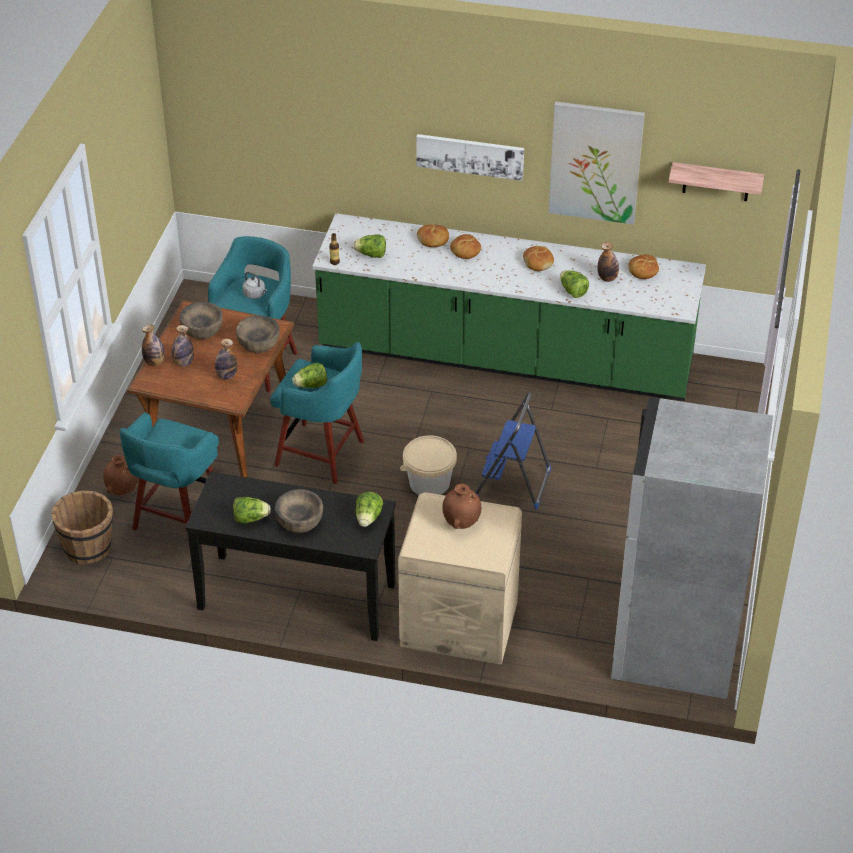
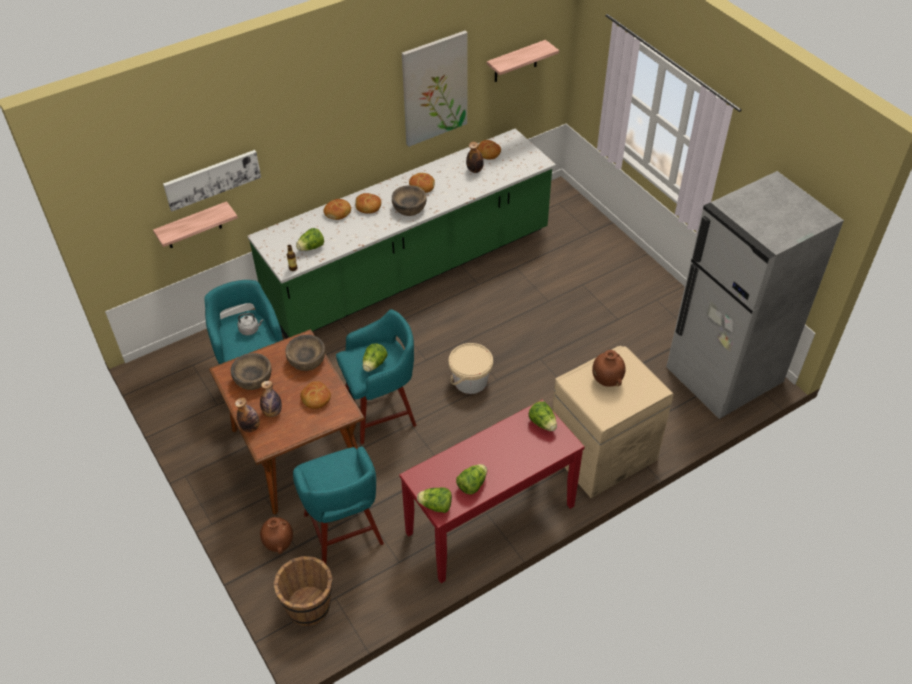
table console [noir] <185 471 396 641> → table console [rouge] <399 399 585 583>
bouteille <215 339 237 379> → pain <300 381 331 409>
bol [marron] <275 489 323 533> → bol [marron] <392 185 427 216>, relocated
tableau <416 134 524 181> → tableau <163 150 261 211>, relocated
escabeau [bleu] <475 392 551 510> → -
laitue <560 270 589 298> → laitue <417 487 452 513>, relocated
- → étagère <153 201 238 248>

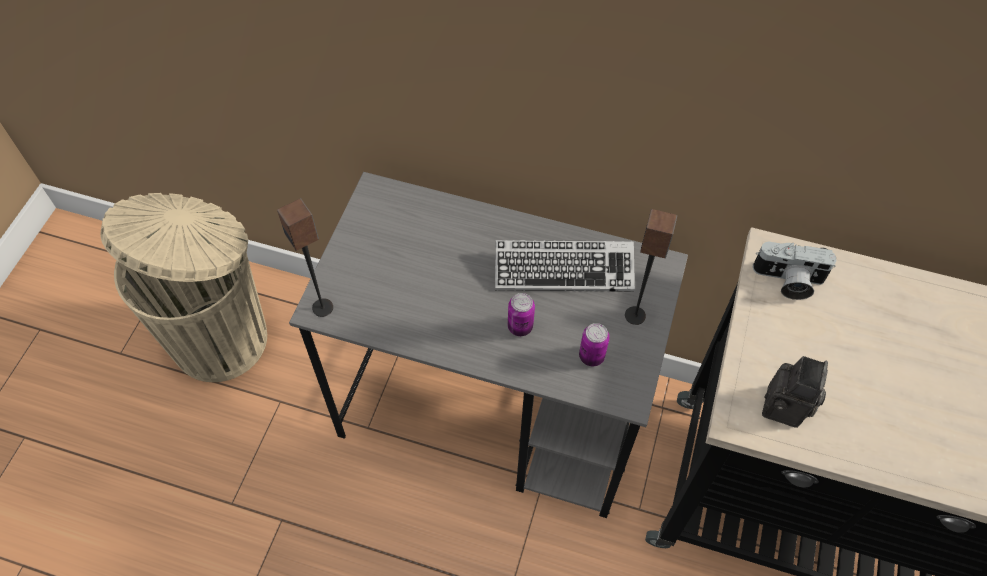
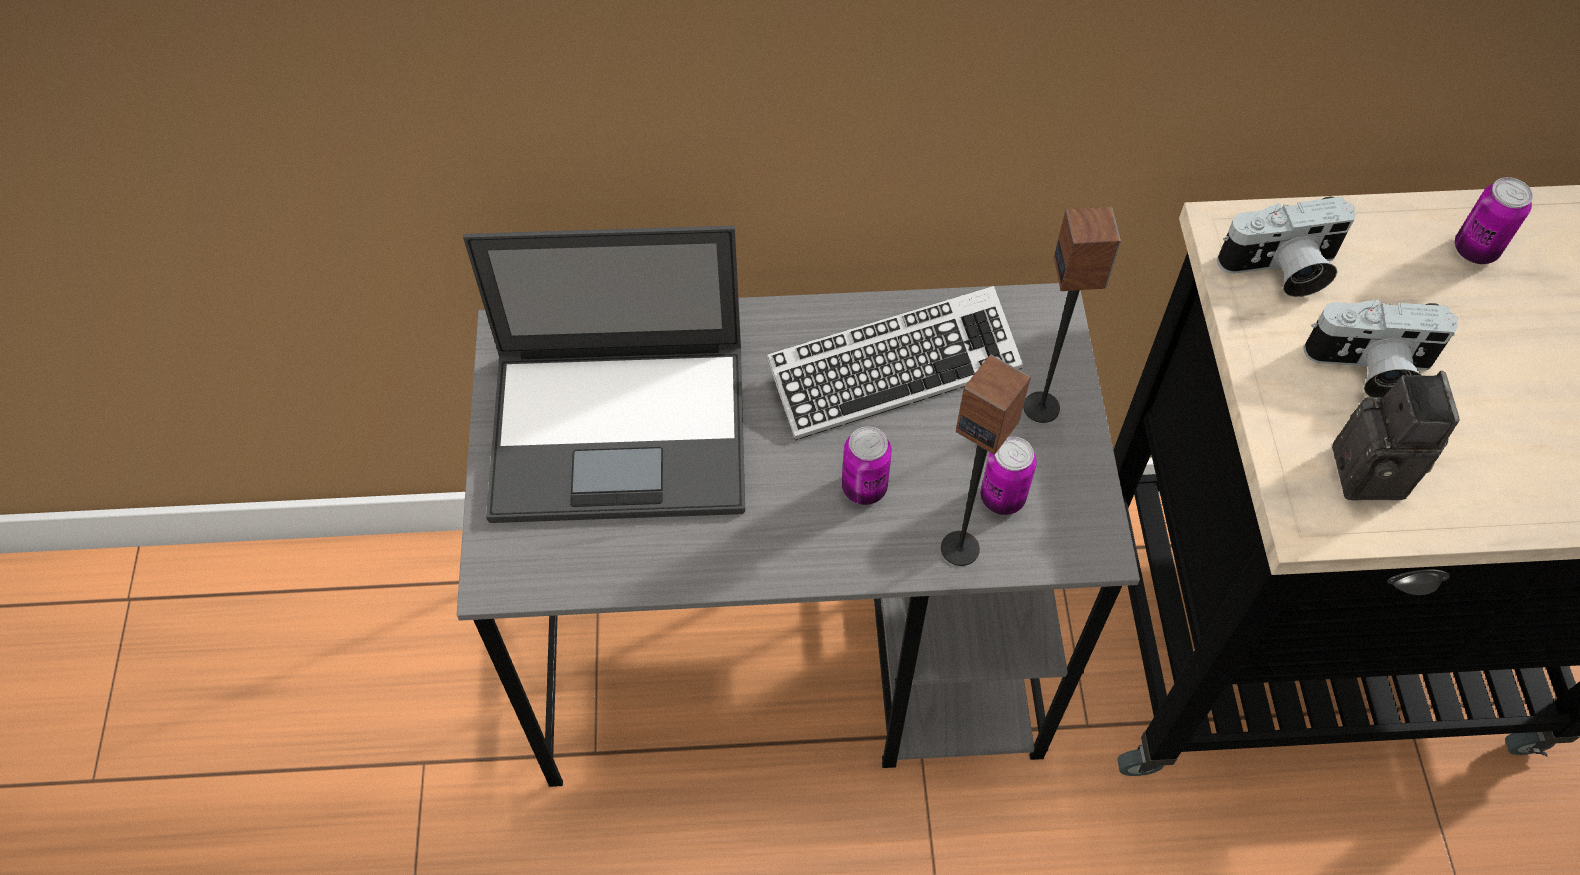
poubelle [beige] <100 193 267 382> → -
enceinte <277 198 333 317> → enceinte <941 355 1031 566>, relocated
- → ordinateur portable <463 226 745 523>
- → appareil photo <1303 300 1458 397>
- → boîte métallique <1455 177 1533 264>

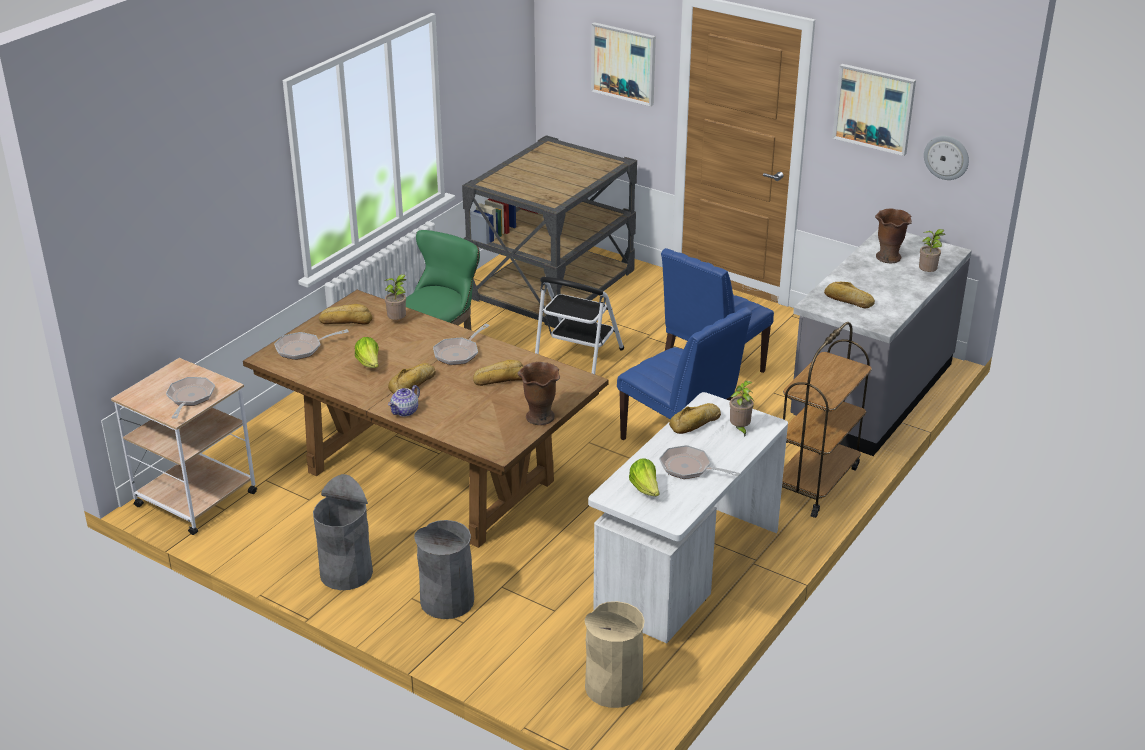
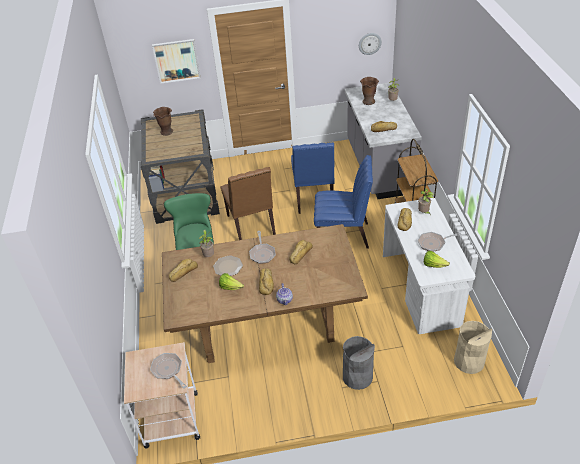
poêle <274 329 349 360> → -
poubelle [gris] <313 474 373 590> → -
vase [marron] <517 362 560 425> → vase [marron] <153 107 173 136>, relocated
escabeau <535 277 624 374> → chaise [marron] <221 167 276 240>
tableau <833 64 916 156> → -
- → assiette <213 255 243 276>

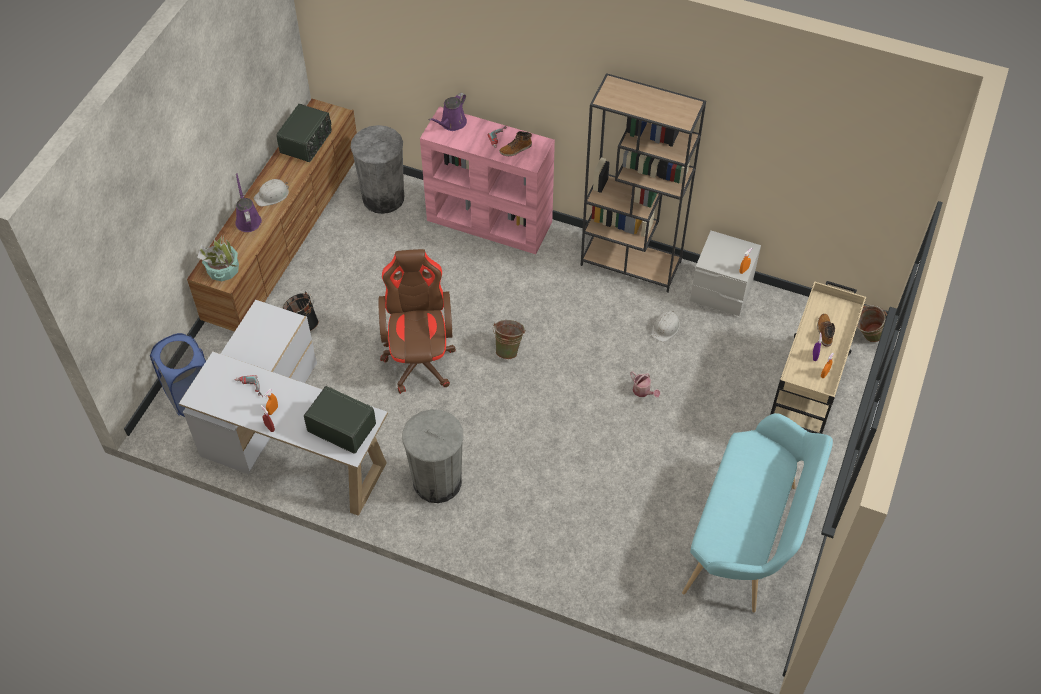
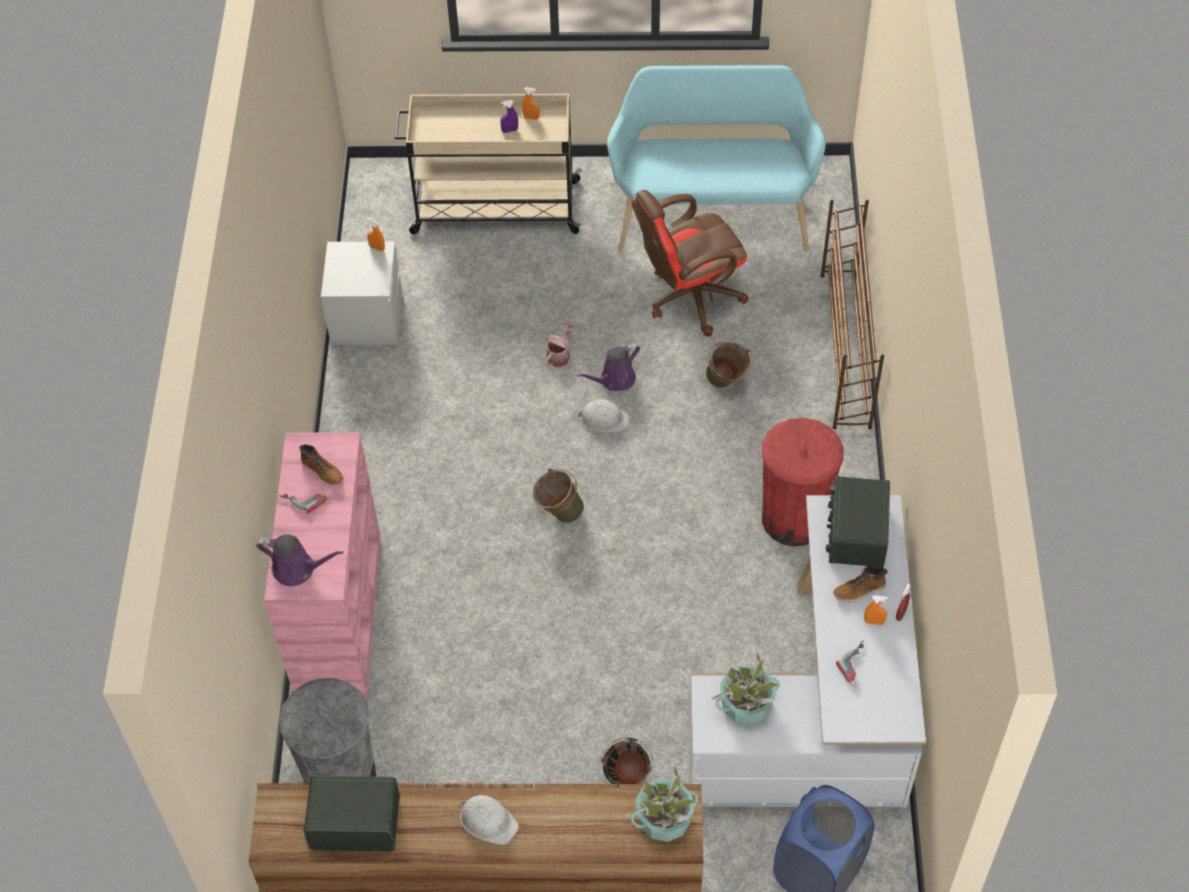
arrosoir [violet] <235 173 262 232> → arrosoir [violet] <577 343 640 391>, relocated
chaise de bureau [marron] <379 249 456 394> → chaise de bureau [marron] <631 190 748 336>, relocated
poubelle [gris] <402 409 464 503> → poubelle [rouge] <762 418 844 547>
bibliothèque <581 73 706 293> → -
casque de chantier [blanc] <651 311 680 342> → casque de chantier [blanc] <577 399 630 432>, relocated
botte <817 314 835 347> → botte <833 565 888 602>, relocated
seau [vert] <857 305 887 342> → seau [vert] <706 340 751 388>, relocated
- → plante en pot <711 650 780 725>
- → étagère à chaussures [marron] <821 200 884 429>

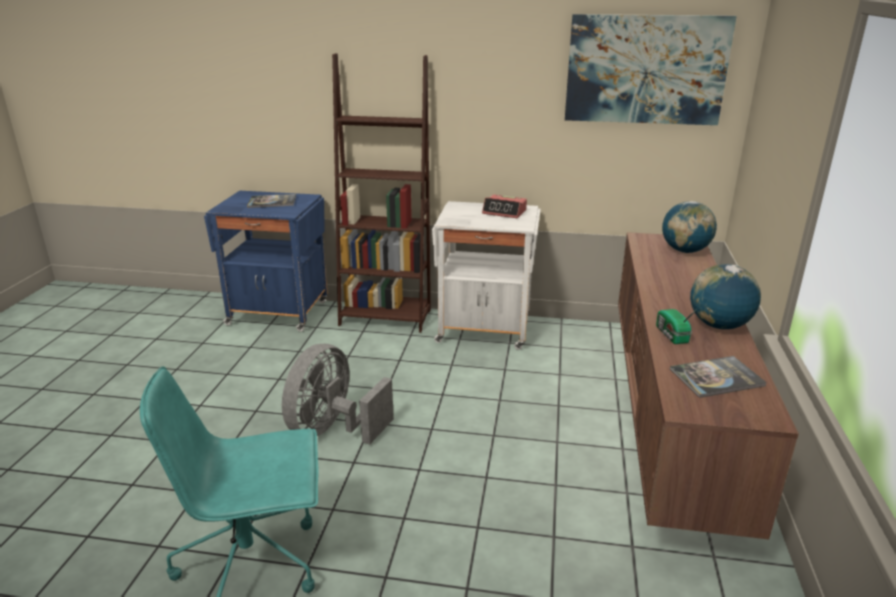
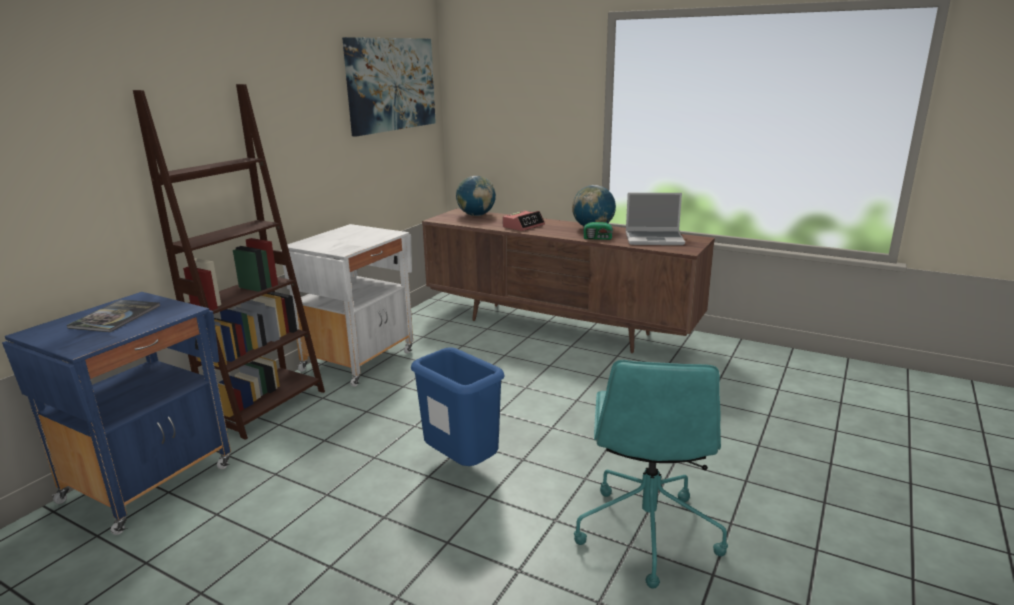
ventilateur [gris] <282 344 394 445> → poubelle [bleu] <411 347 505 466>
réveil <482 194 527 218> → réveil <503 211 545 231>, relocated
livre <670 356 767 398> → ordinateur portable <626 193 685 245>

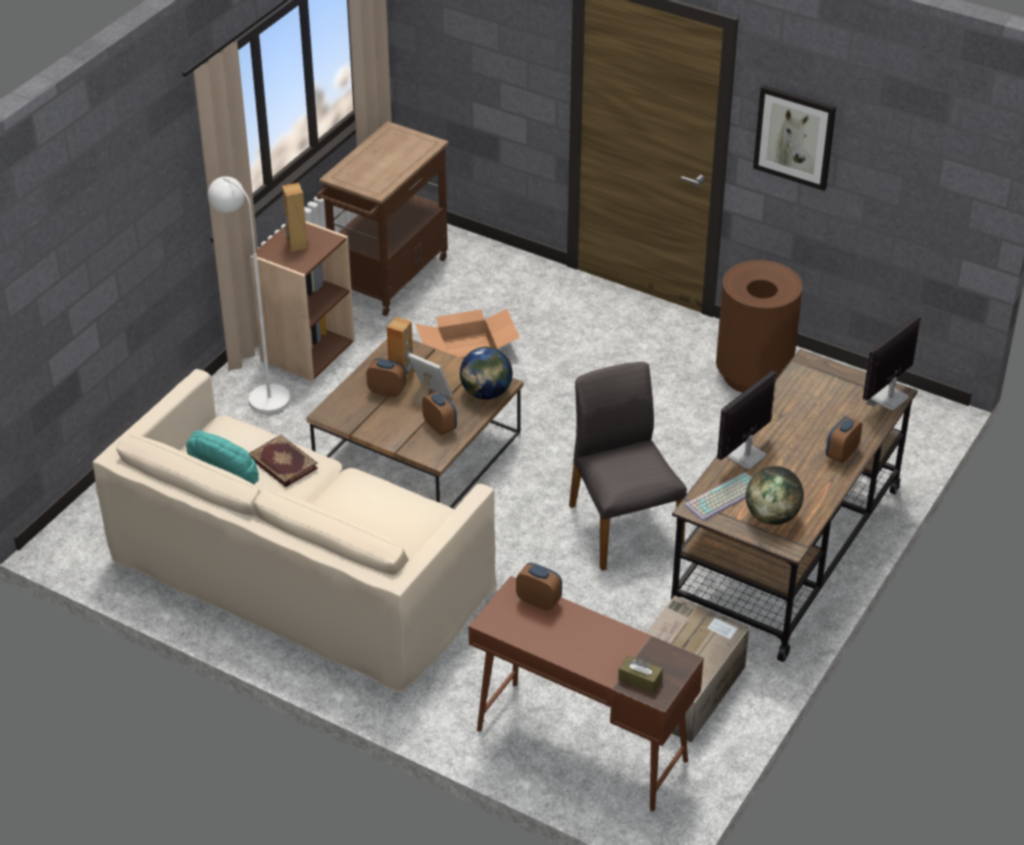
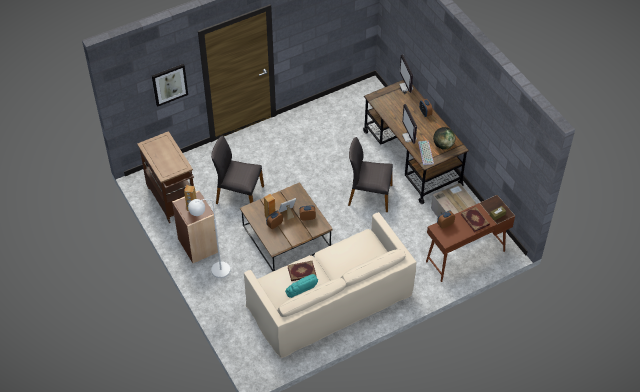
carton <415 309 520 359> → chaise [gris] <211 136 264 204>
globe <460 347 513 400> → -
poubelle [marron] <716 260 803 393> → -
tableau <753 85 836 191> → tableau <152 64 188 107>, relocated
- → livre <461 206 490 232>

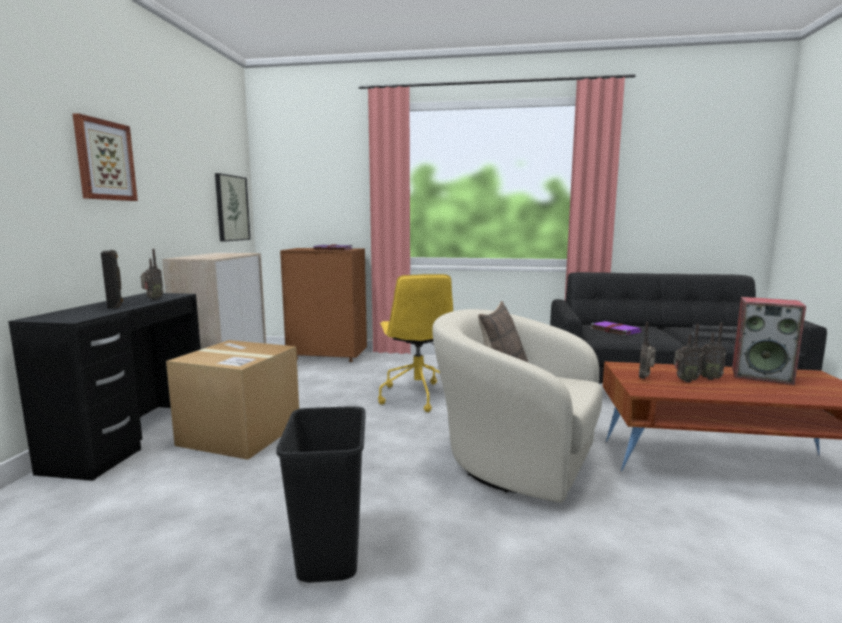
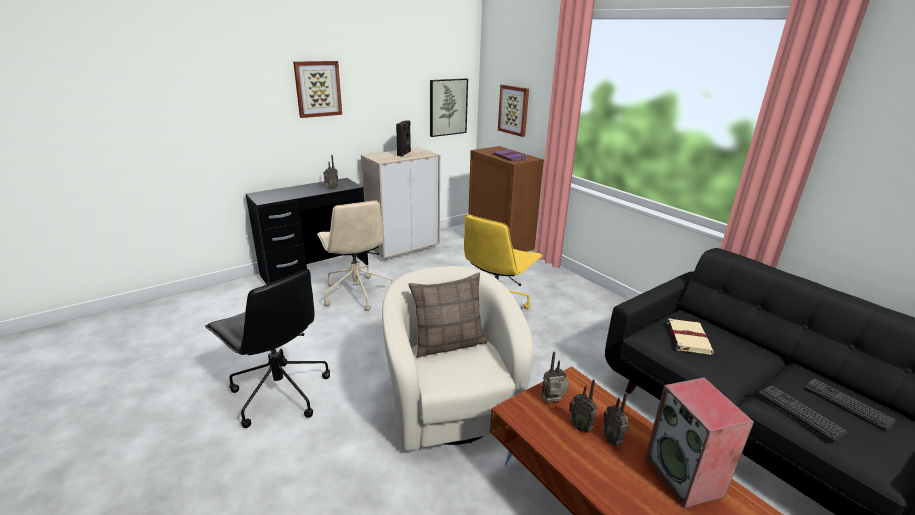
enceinte [noir] <101 250 123 308> → enceinte [noir] <396 120 411 157>, relocated
carton <166 340 299 460> → chaise de bureau [beige] <317 201 393 311>
poubelle [noir] <276 406 366 583> → chaise de bureau [noir] <205 269 330 428>
livre [violet] <590 321 642 336> → livre [beige] <667 318 714 355>
- → tableau <498 85 529 137>

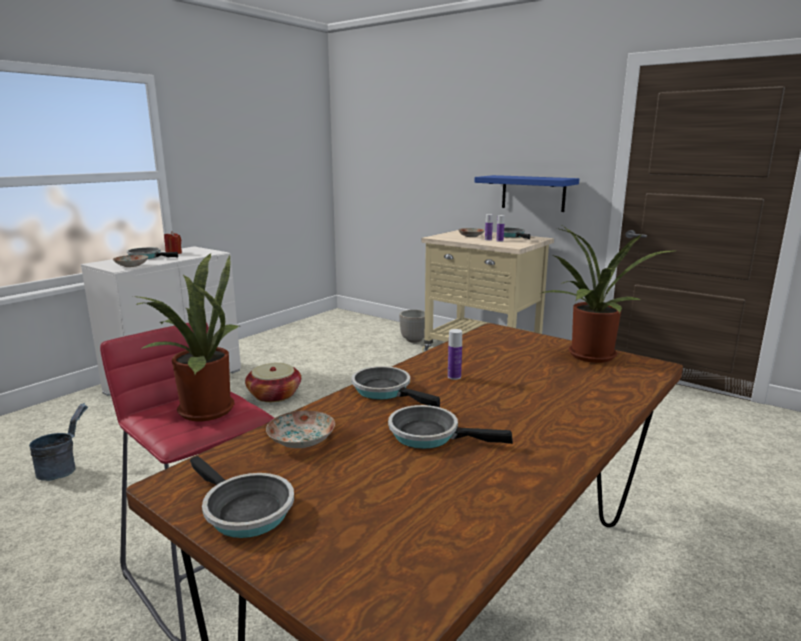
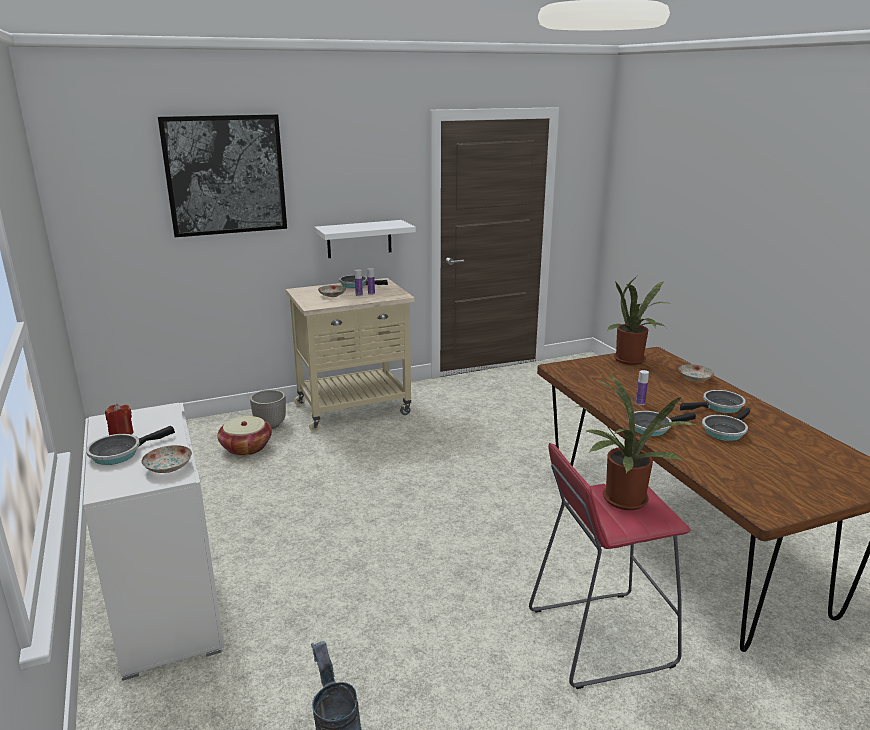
poêle <190 456 294 538> → poêle <680 390 746 413>, relocated
panier <245 363 301 402> → panier <217 416 272 456>, relocated
assiette <266 411 335 448> → assiette <678 364 714 382>, relocated
étagère [bleu] <475 175 579 212> → étagère [blanc] <314 220 416 258>
- → tableau <158 114 287 237>

